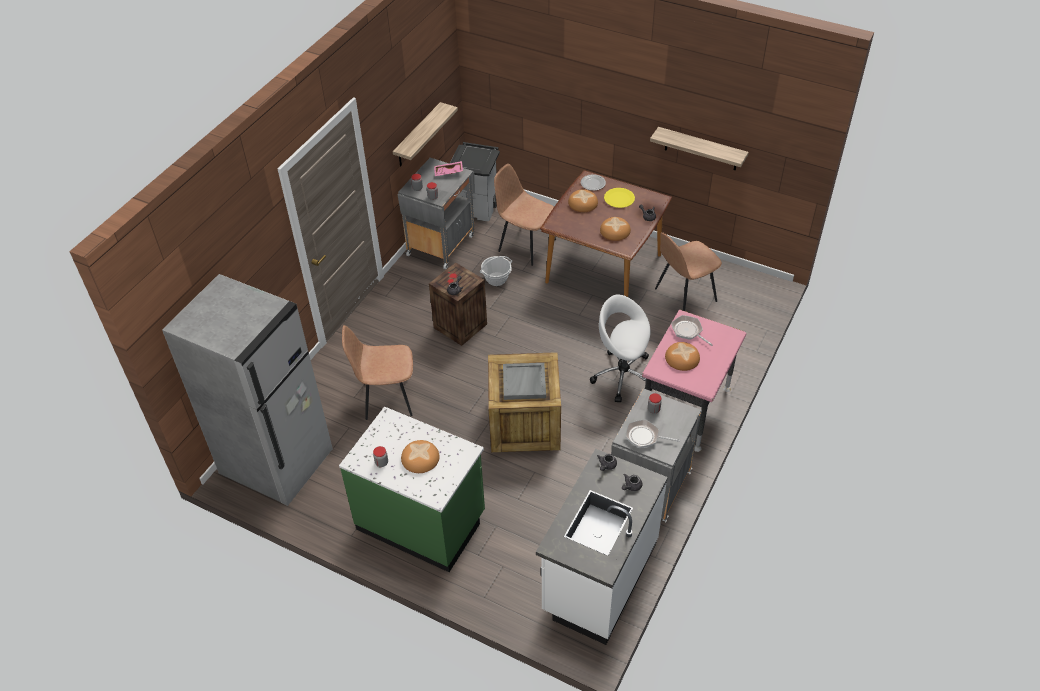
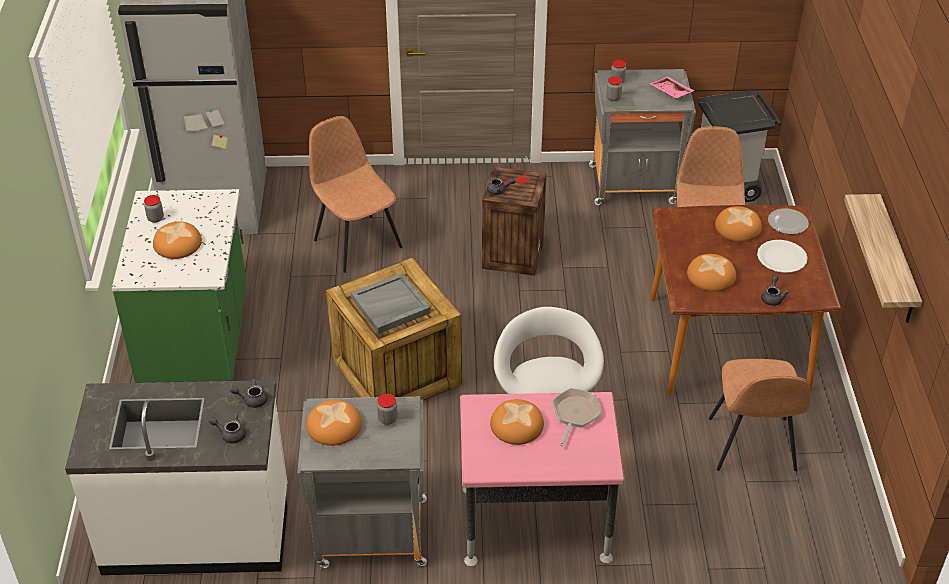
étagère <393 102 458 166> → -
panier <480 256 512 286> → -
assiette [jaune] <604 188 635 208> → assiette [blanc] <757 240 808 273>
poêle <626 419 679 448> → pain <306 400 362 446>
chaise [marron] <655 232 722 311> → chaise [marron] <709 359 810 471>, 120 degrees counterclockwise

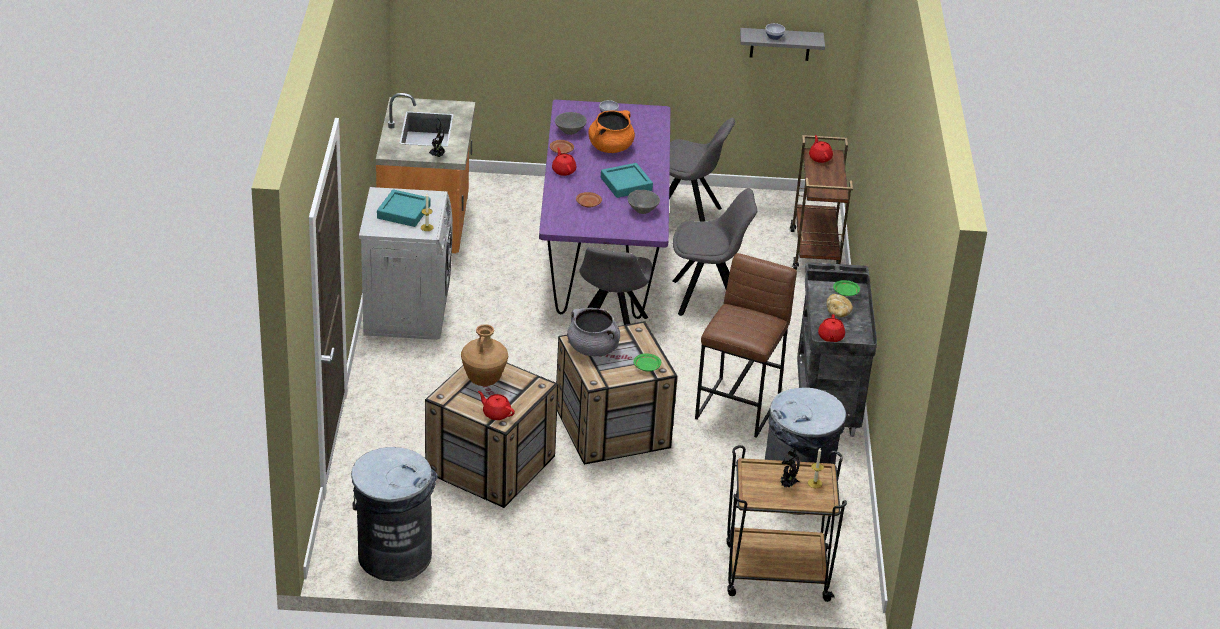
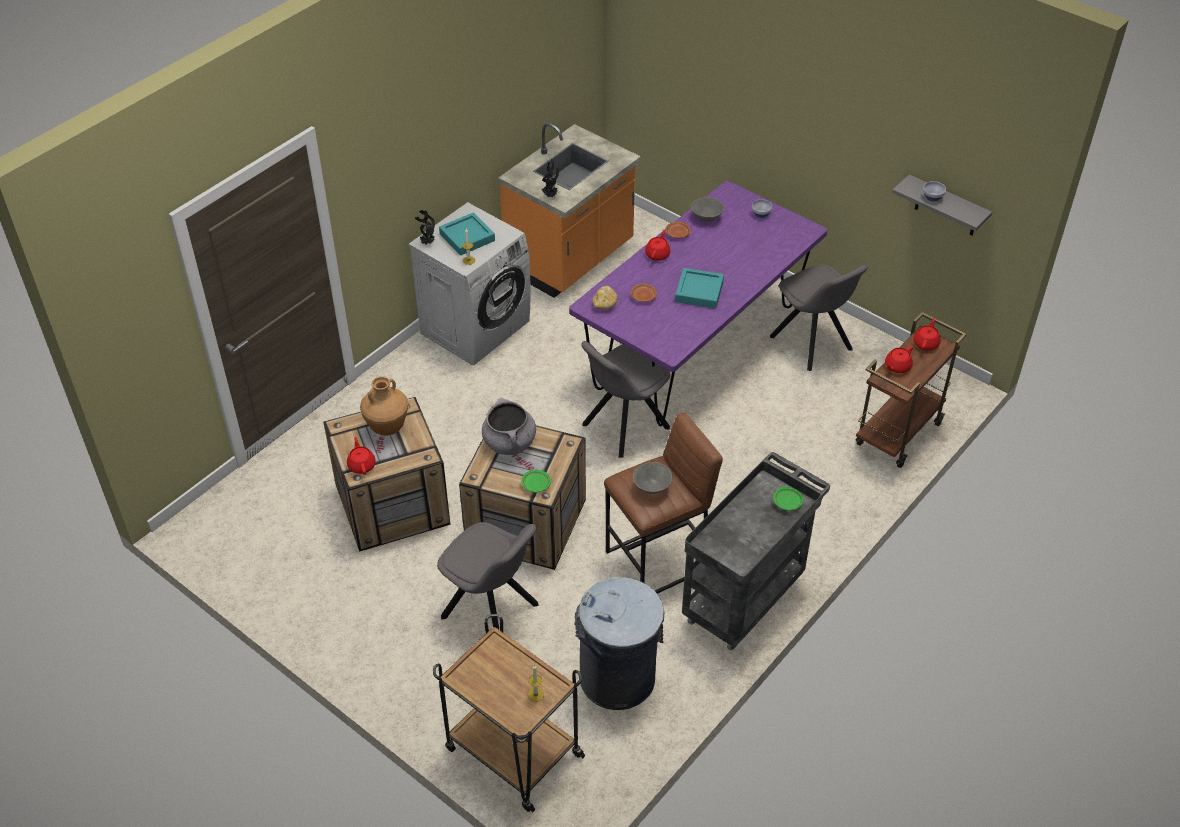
poubelle [gris] <351 447 438 581> → -
marmite [orange] <588 110 635 153> → -
bol [gris] <627 190 660 214> → bol [gris] <633 462 672 494>, relocated
chaise [gris] <673 188 757 316> → chaise [gris] <437 522 539 629>, relocated
plante en pot <780 448 800 487> → plante en pot <415 210 435 245>, relocated
théière [rouge] <818 314 845 342> → théière [rouge] <885 346 913 373>, relocated
pain <826 294 853 318> → pain <592 286 618 310>, relocated

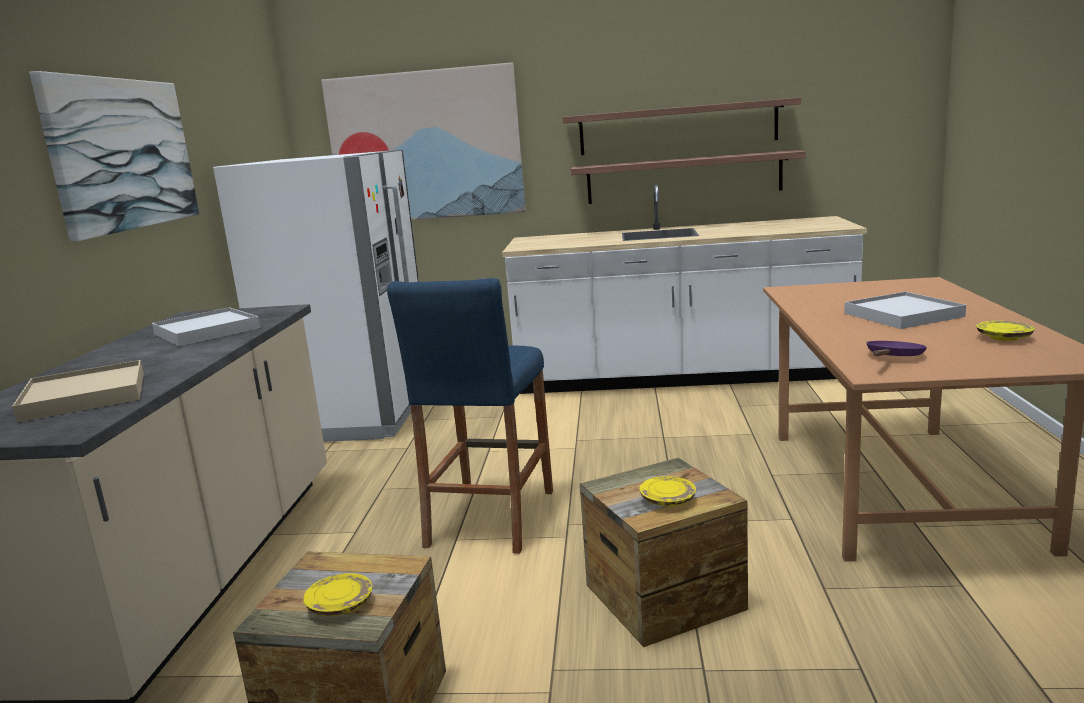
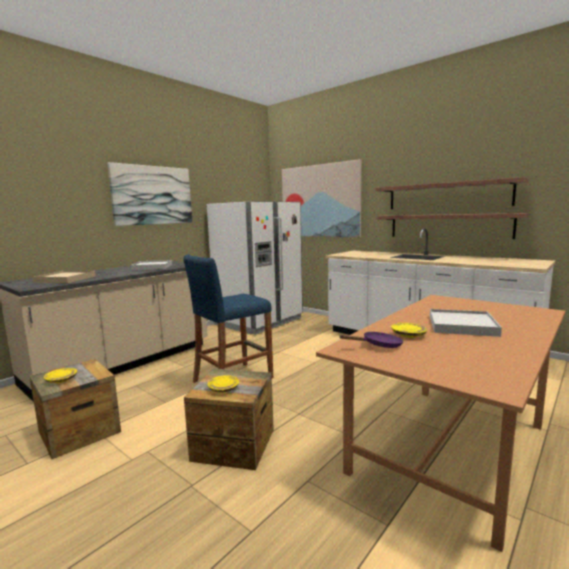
assiette [jaune] <976 321 1035 341> → assiette [jaune] <391 323 427 338>, relocated

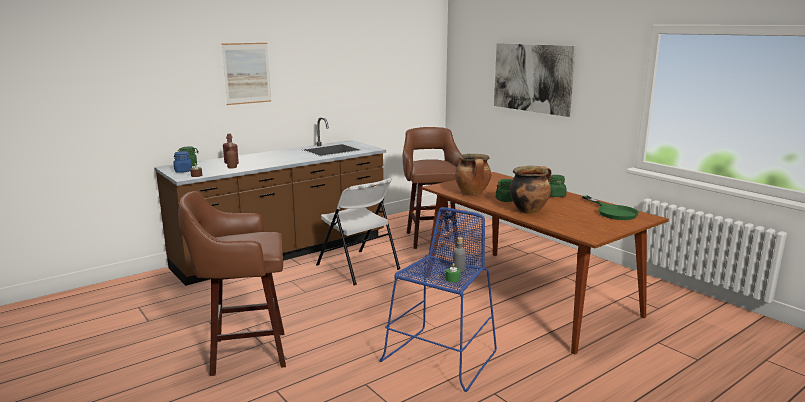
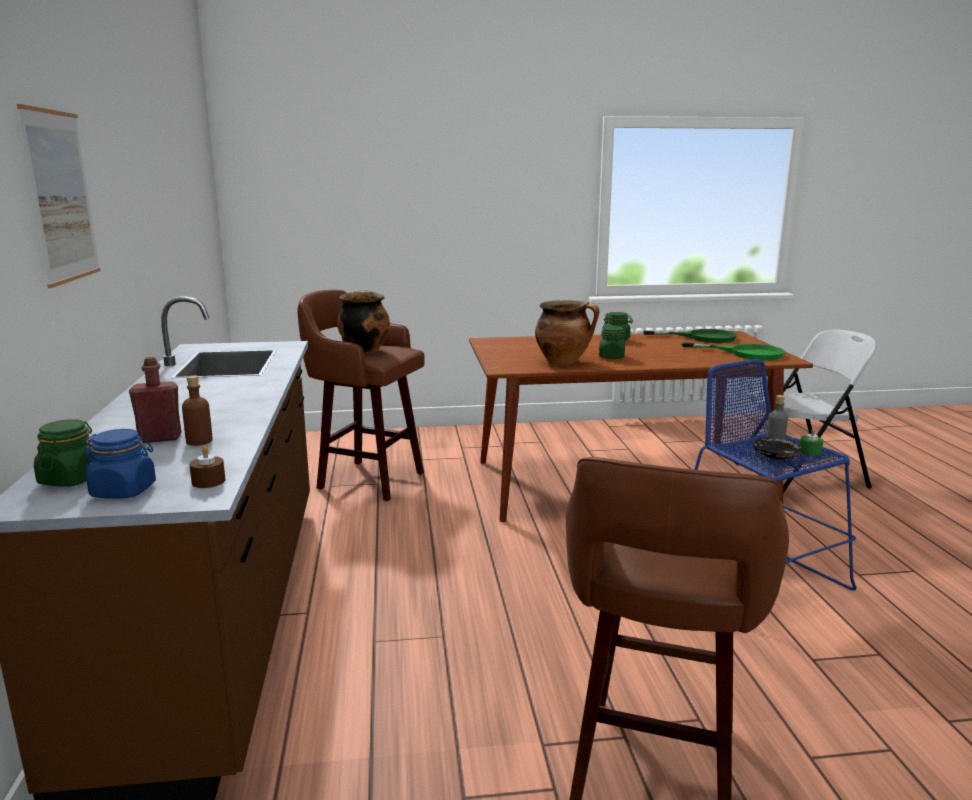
chaise [blanc] <316 178 400 285> → chaise [blanc] <735 329 878 493>, relocated
tableau <494 43 576 117> → -
marmite <510 166 551 214> → marmite <337 291 390 354>, relocated
- → poêle [vert] <682 342 785 360>
- → assiette [noir] <752 438 802 459>

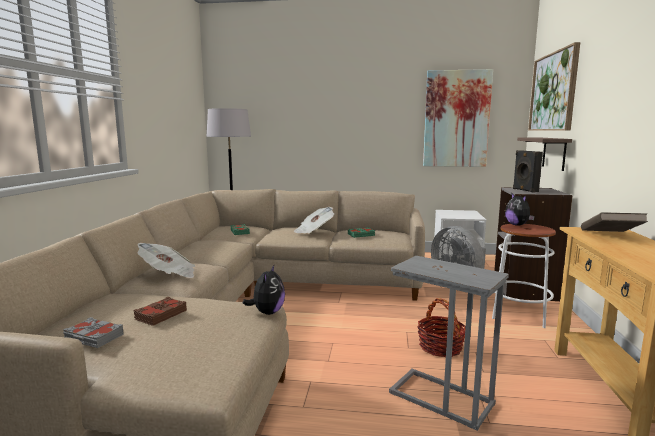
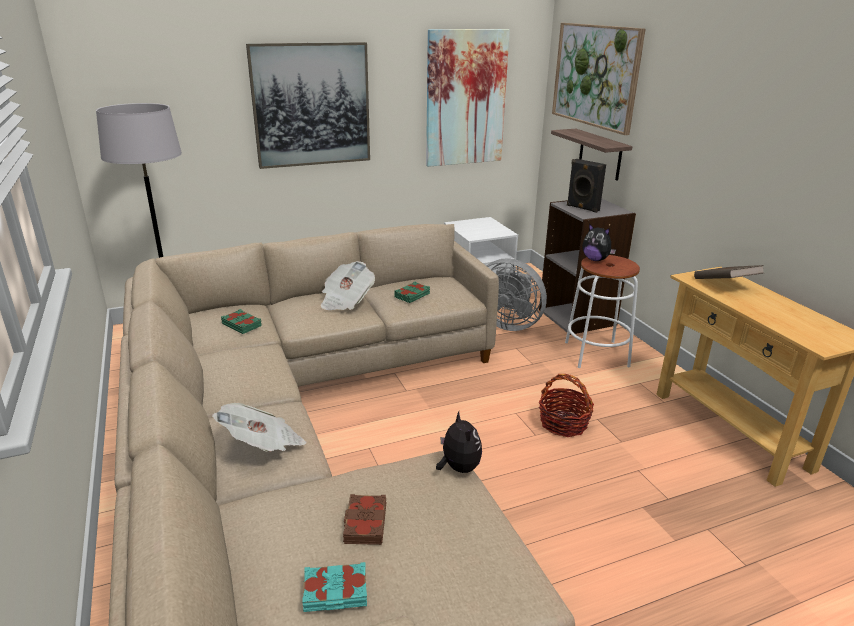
livre [gris] <63 317 124 348> → livre [turquoise] <302 562 367 612>
table d'appoint [gris] <389 256 509 431> → -
- → tableau <246 42 370 169>

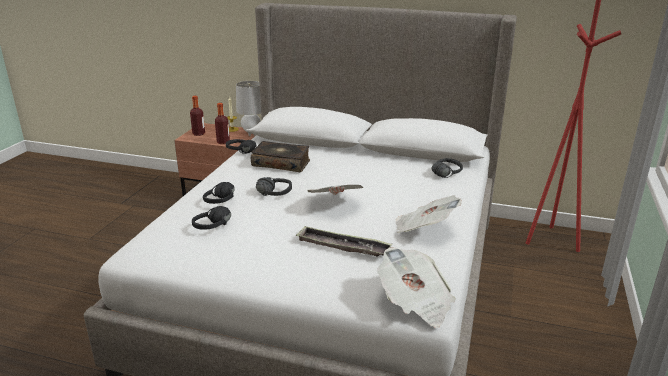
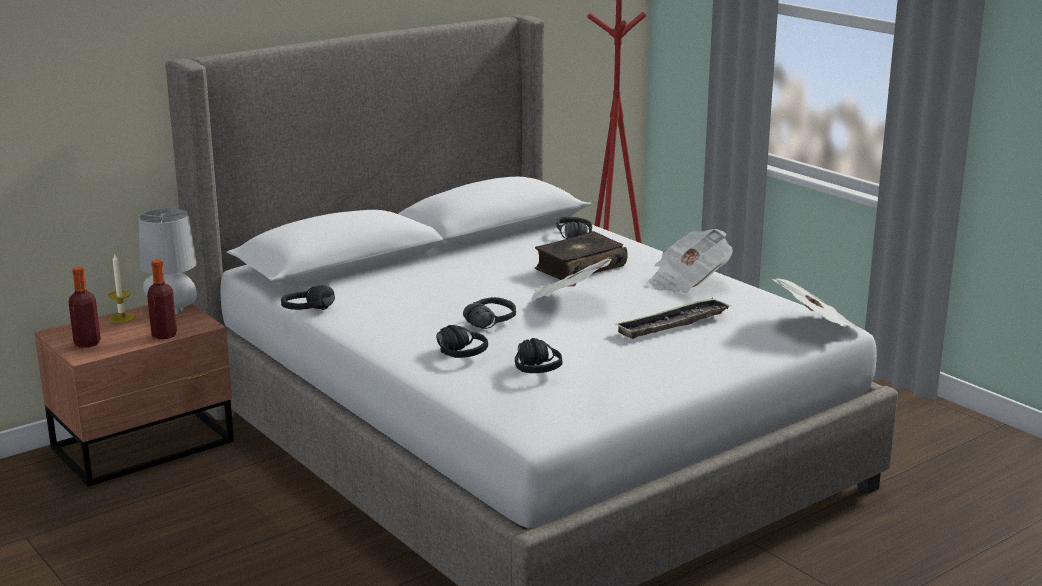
livre <251 141 310 172> → livre <534 231 628 280>, relocated

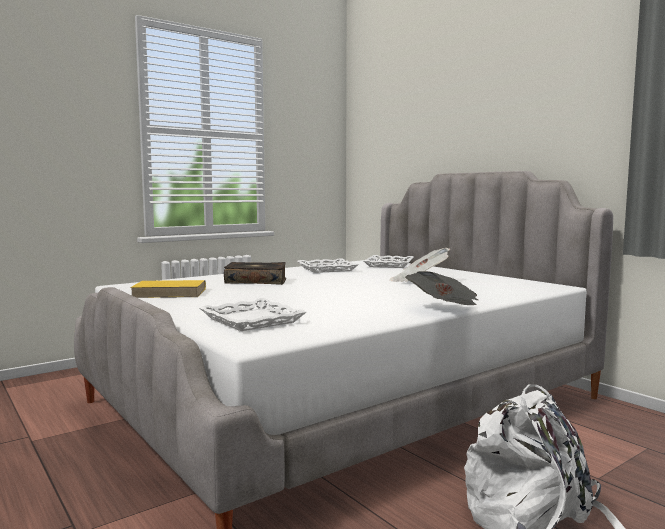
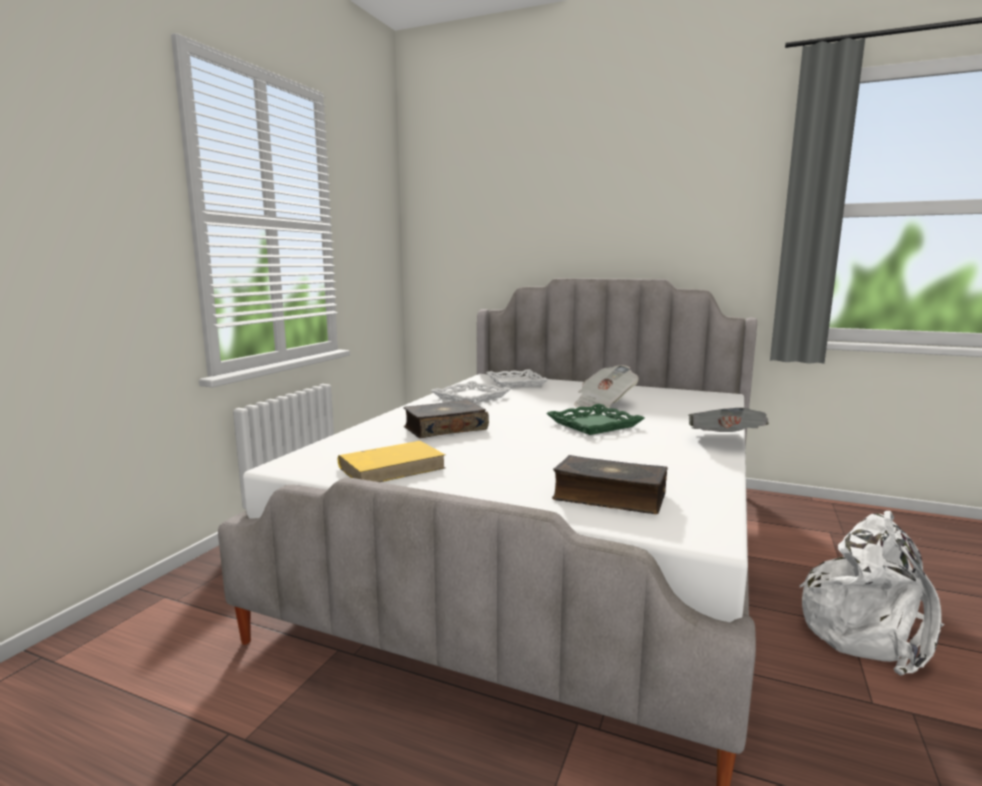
plateau [blanc] <199 298 306 331> → livre <552 455 668 514>
- → plateau [vert] <546 404 645 435>

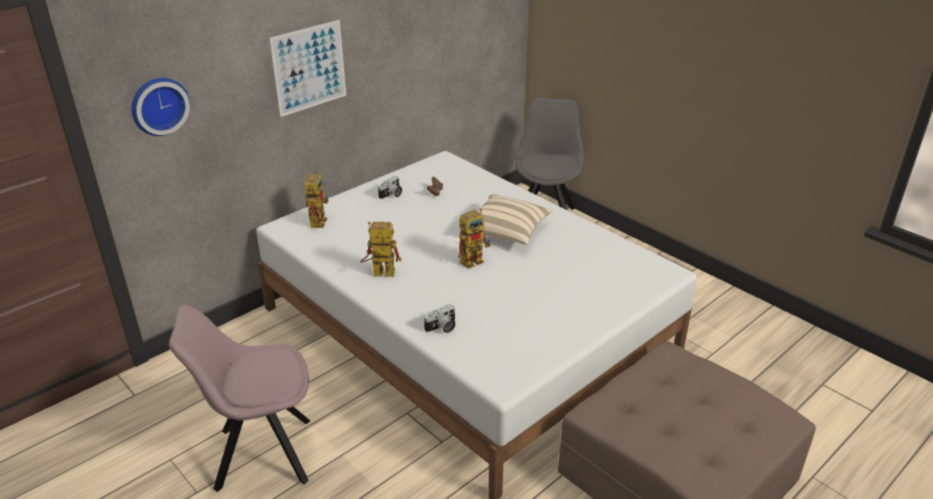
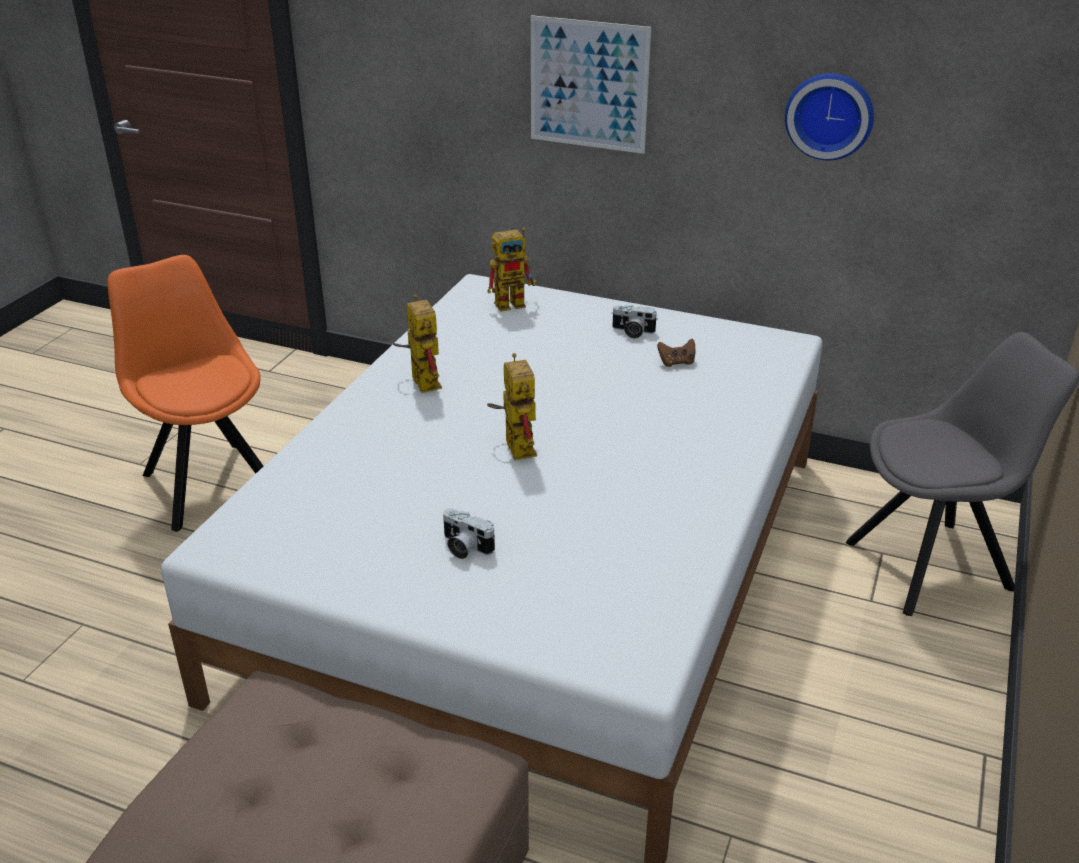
horloge murale <131 78 190 136> → horloge murale <785 73 874 160>, relocated
chaise [rose] <169 305 310 492> → chaise [orange] <108 255 263 532>
appareil photo <423 304 456 333> → appareil photo <443 508 495 559>, relocated
robot jouet <458 208 491 269> → robot jouet <487 353 537 460>, 135 degrees counterclockwise
coussin [beige] <477 195 553 245> → -

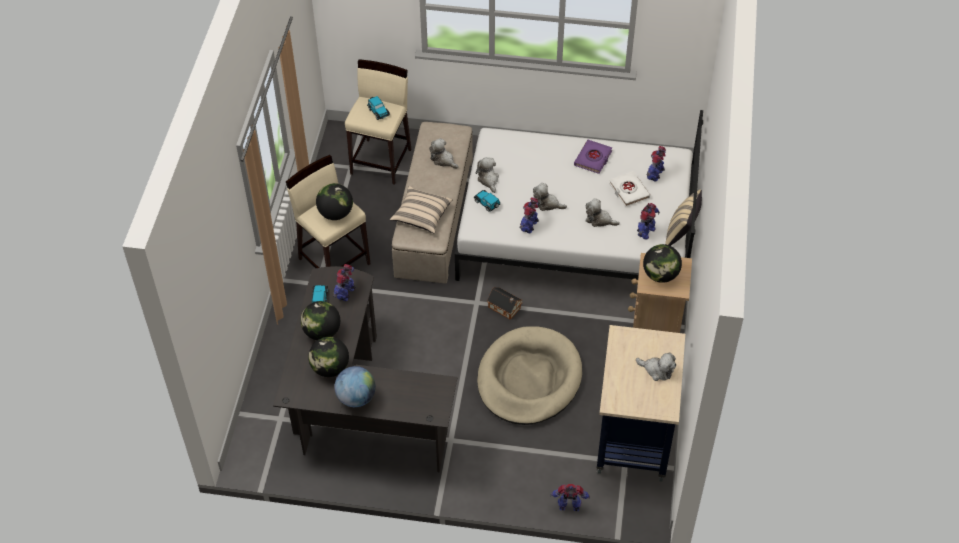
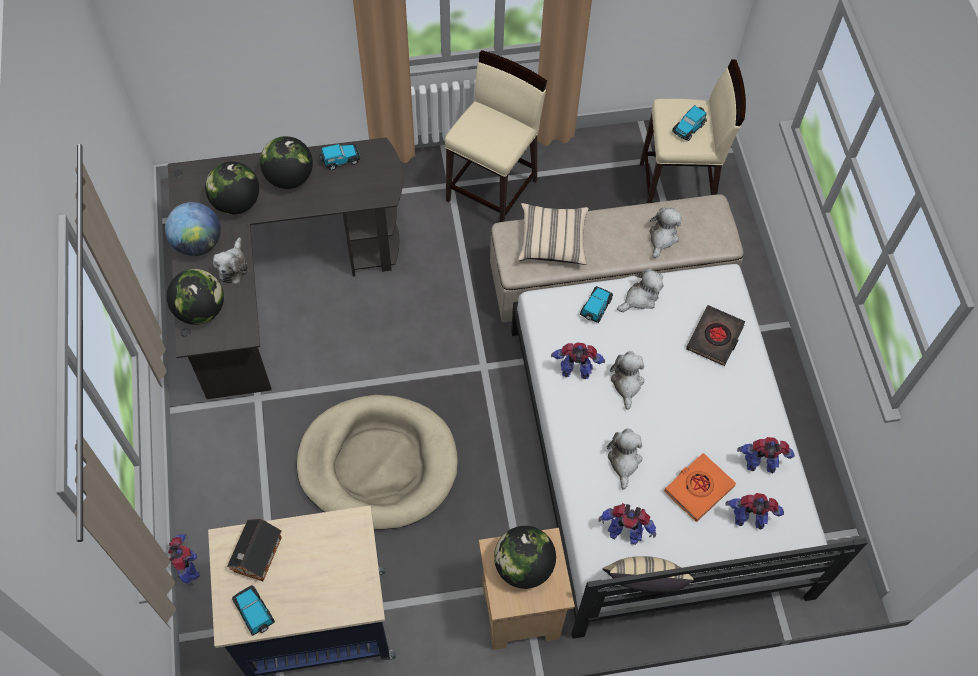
globe <316 183 353 220> → globe <167 269 224 325>, relocated
robot jouet <333 264 356 301> → robot jouet <737 437 795 473>, relocated
maison miniature <487 287 523 320> → maison miniature <227 519 282 581>, relocated
livre [violet] <574 140 612 174> → -
livre [blanc] <609 171 650 207> → livre [orange] <664 453 736 522>
peluche <636 352 676 381> → peluche <213 237 248 284>, relocated
- → petite voiture <232 585 275 636>
- → livre [noir] <686 305 746 366>

